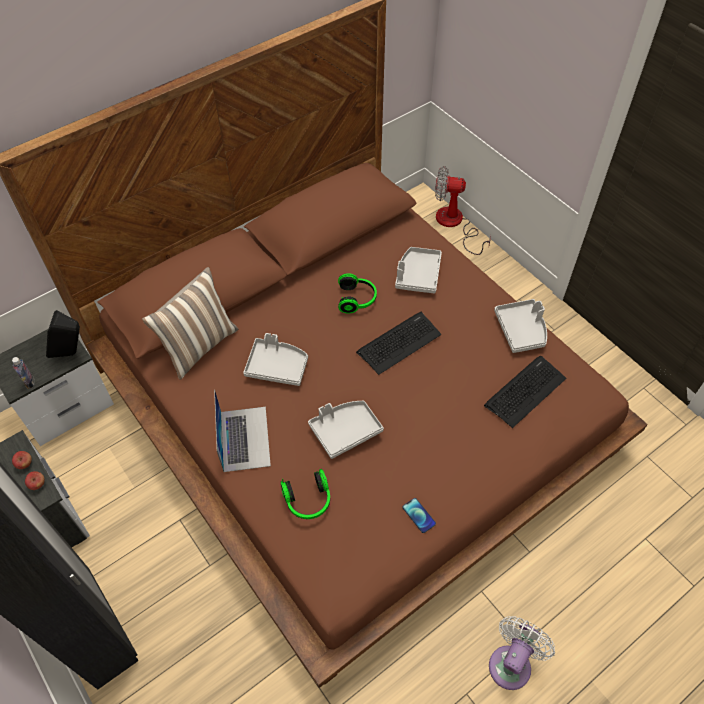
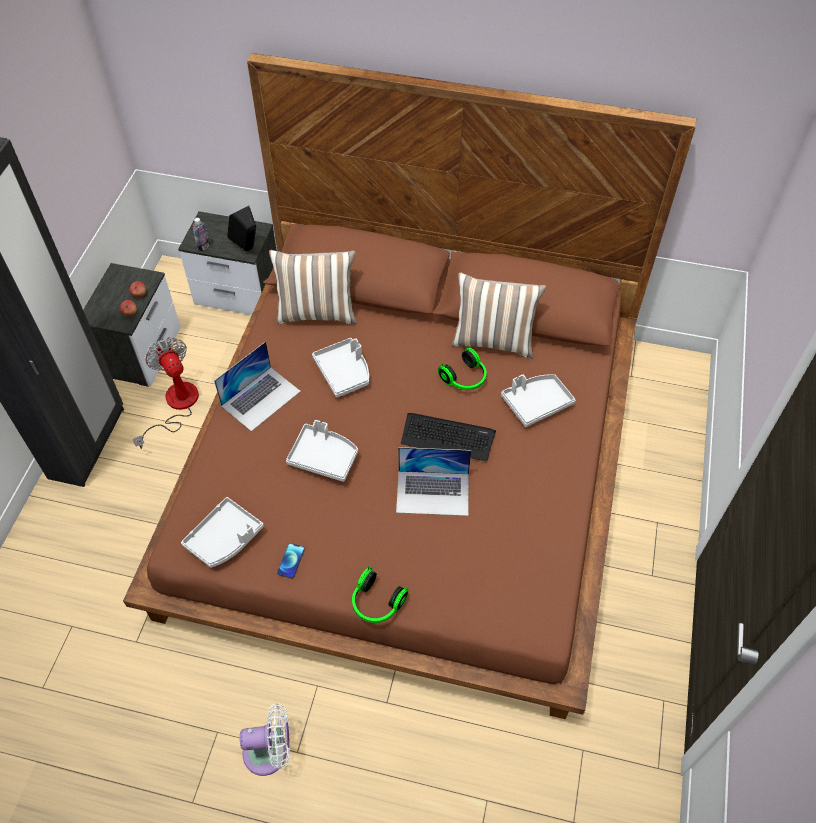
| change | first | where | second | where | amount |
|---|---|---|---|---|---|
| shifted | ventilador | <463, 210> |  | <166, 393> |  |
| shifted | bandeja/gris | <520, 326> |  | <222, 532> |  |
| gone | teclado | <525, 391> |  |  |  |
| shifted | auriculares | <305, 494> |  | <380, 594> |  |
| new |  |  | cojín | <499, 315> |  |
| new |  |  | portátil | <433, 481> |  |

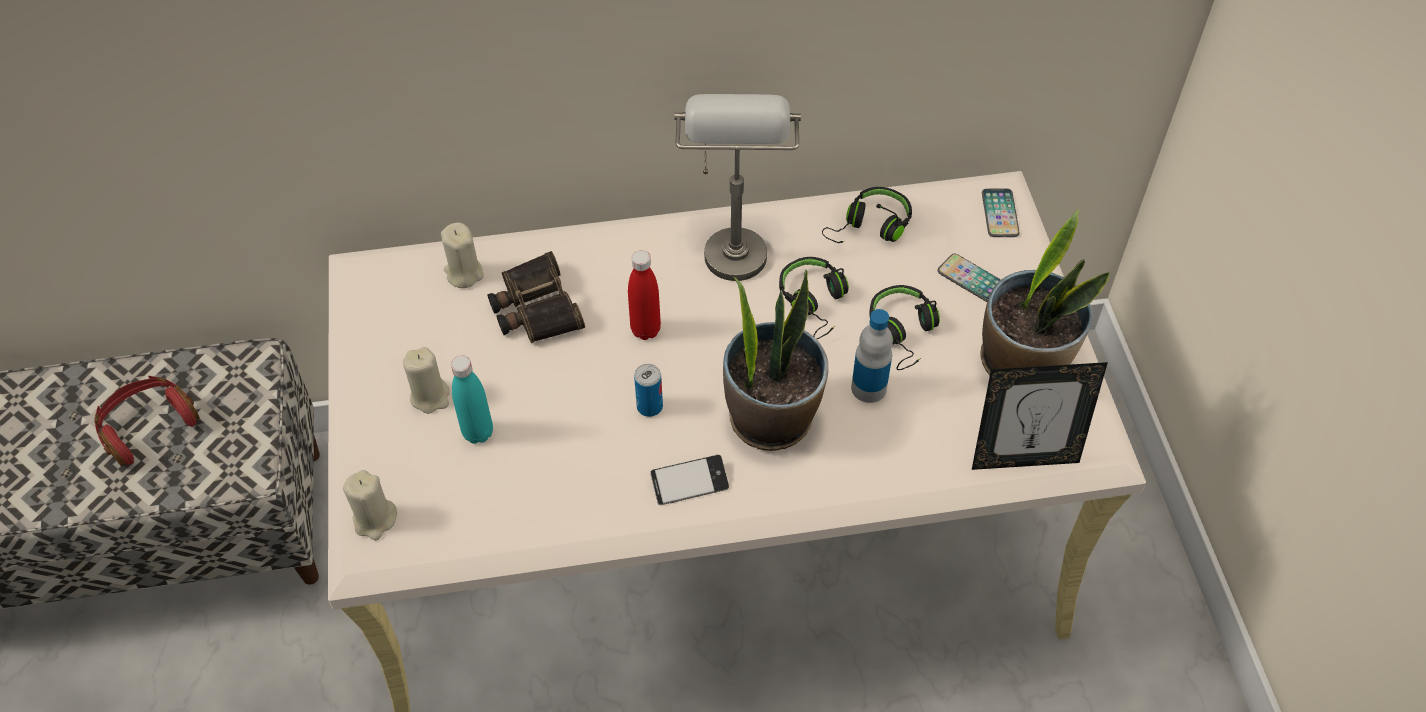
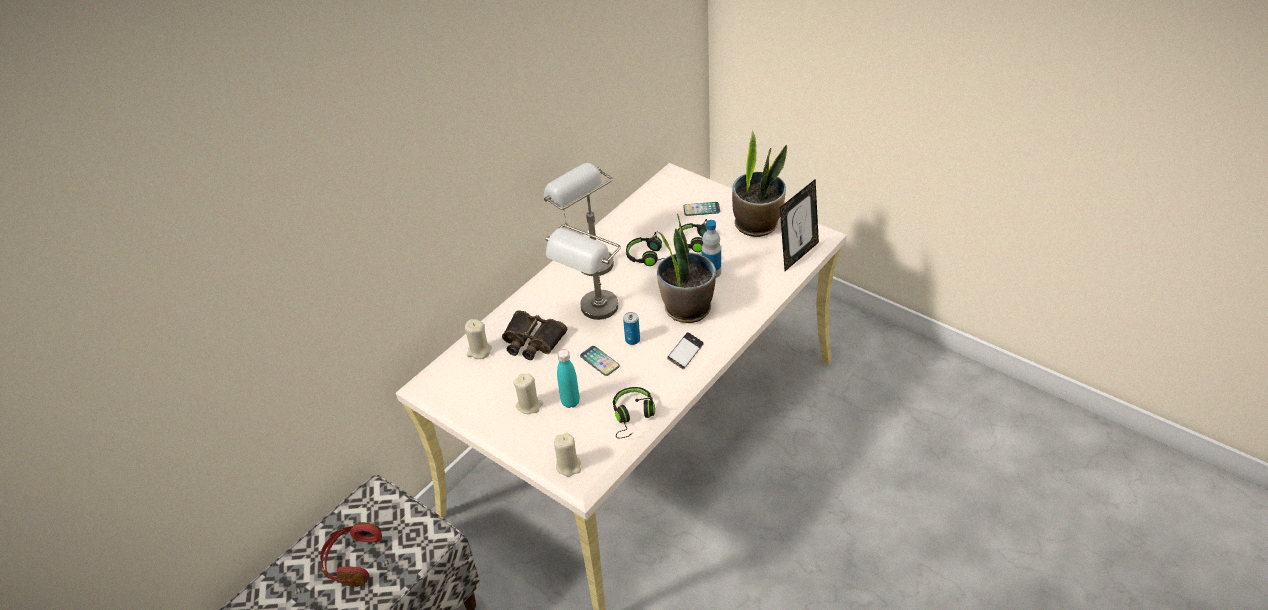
| change | first | where | second | where | amount |
|---|---|---|---|---|---|
| shifted | auriculares/negro | <867, 215> |  | <634, 412> |  |
| shifted | móvil | <1001, 213> |  | <600, 361> |  |
| swapped | botella/rojo | <644, 295> | lámpara de mesa/gris | <583, 272> |  |

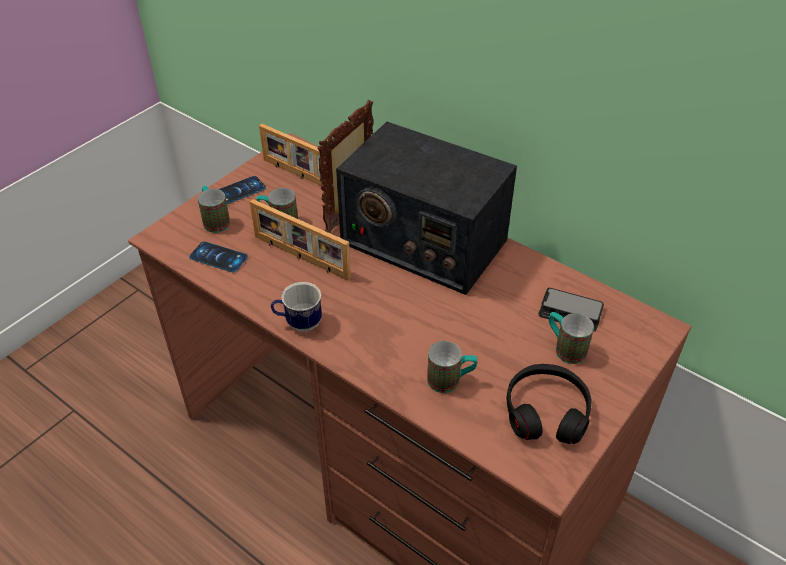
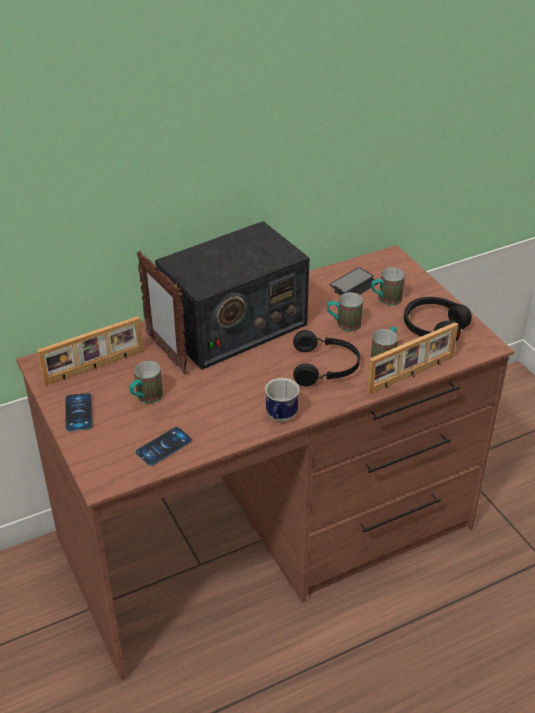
| change | first | where | second | where | amount |
|---|---|---|---|---|---|
| shifted | taza grande | <214, 209> |  | <345, 312> |  |
| shifted | portarretratos | <300, 239> |  | <412, 358> |  |
| new |  |  | auriculares/negro | <326, 358> |  |

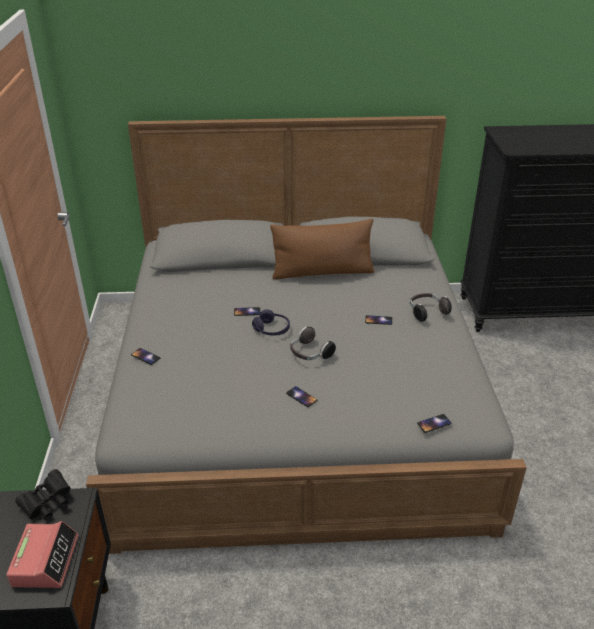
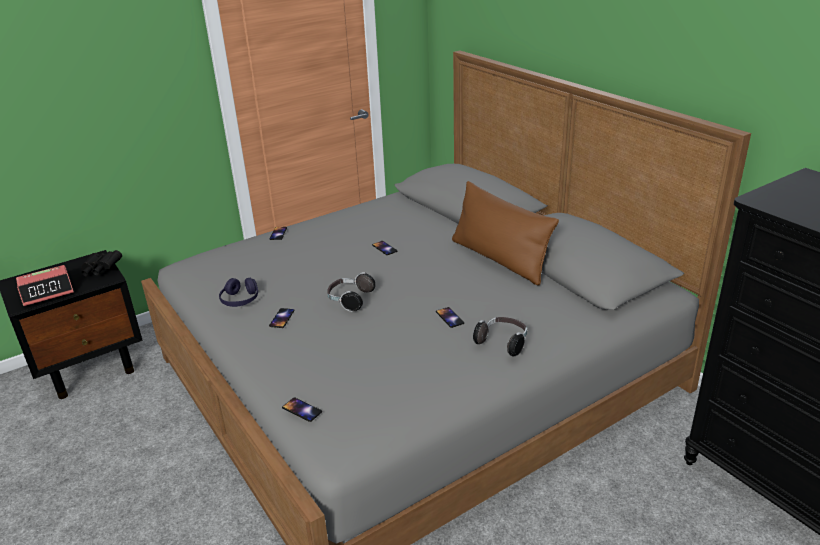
| change | first | where | second | where | amount |
|---|---|---|---|---|---|
| shifted | auriculares/morado | <271, 322> |  | <238, 292> |  |

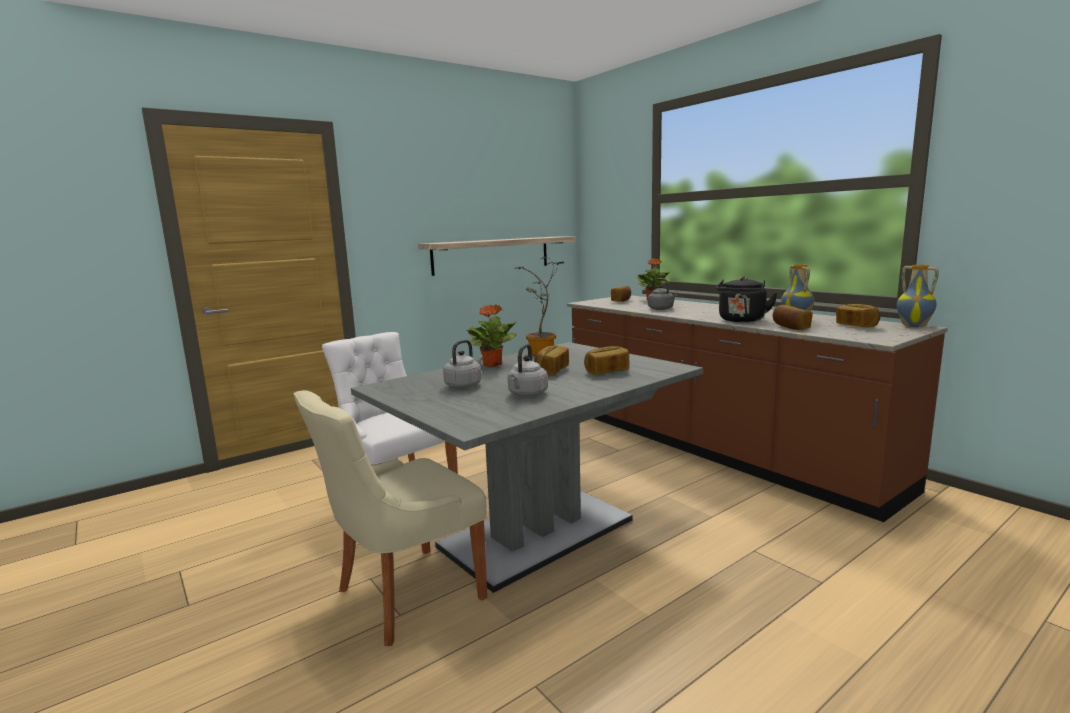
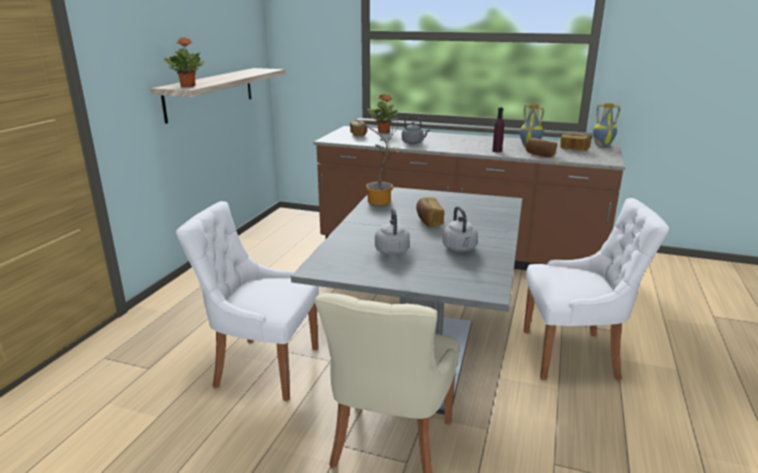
| change | first | where | second | where | amount |
|---|---|---|---|---|---|
| swapped | hervidor/negro | <747, 299> | botella/morado | <498, 129> |  |
| shifted | planta en maceta | <491, 335> |  | <184, 62> |  |
| gone | pan | <606, 360> |  |  |  |
| new |  |  | silla/blanco | <596, 289> |  |

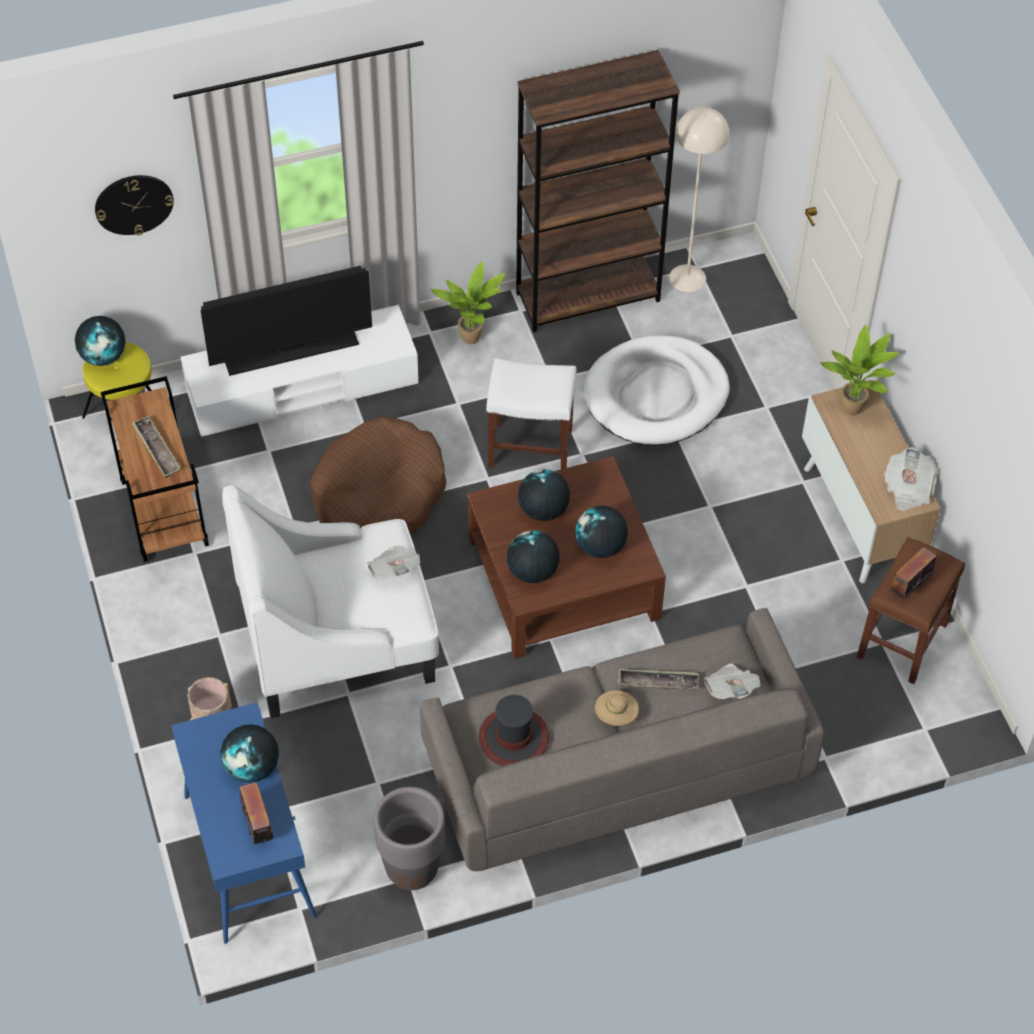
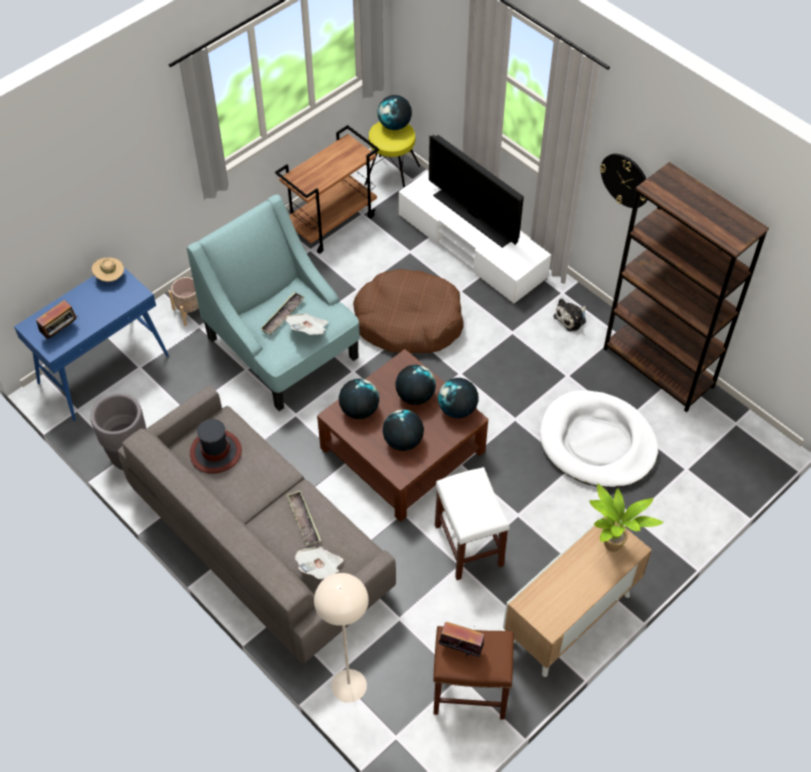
| change | first | where | second | where | amount |
|---|---|---|---|---|---|
| shifted | lámpara de pie/beis | <699, 199> |  | <341, 638> |  |
| shifted | reloj de pared | <134, 205> |  | <623, 180> |  |
| swapped | planta en maceta | <468, 302> | peluche | <570, 314> |  |
| shifted | taburete/blanco | <531, 413> |  | <472, 523> |  |
| shifted | bandeja | <156, 447> |  | <282, 313> |  |
| gone | periódico | <911, 479> |  |  |  |
| repainted | sillón/blanco | <330, 601> | sillón/turquesa | <273, 302> |  |
| shifted | sombrero/beis | <617, 708> |  | <108, 270> |  |
| shifted | globo terráqueo | <250, 753> |  | <458, 398> |  |

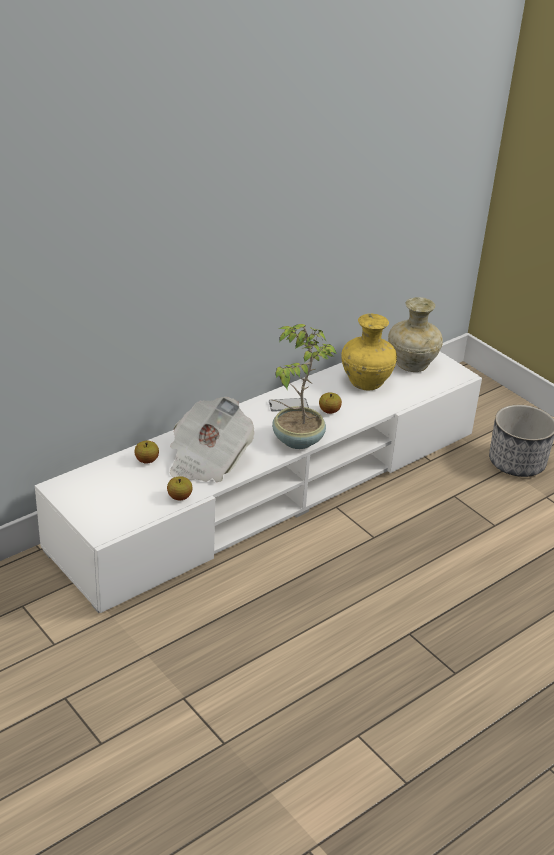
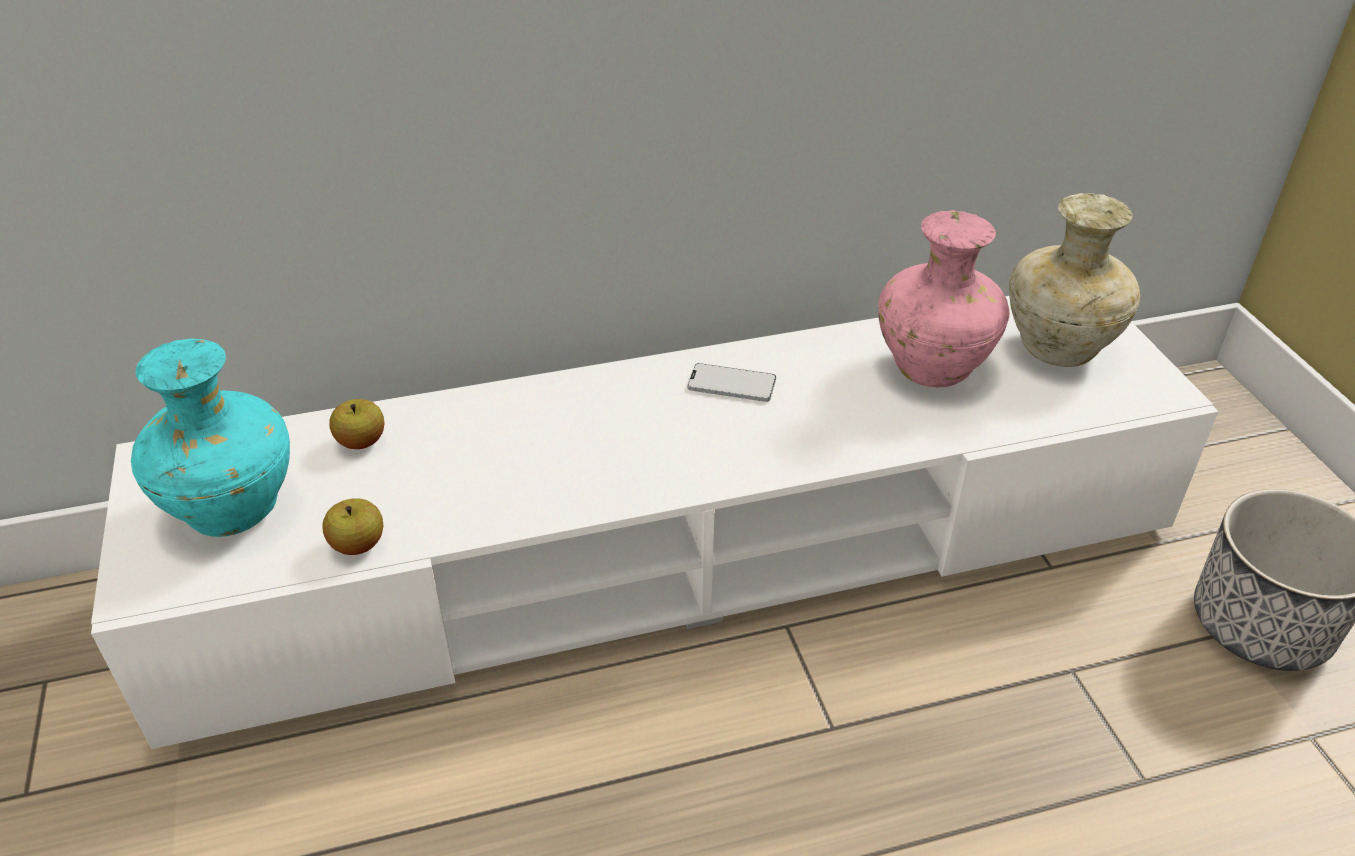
| change | first | where | second | where | amount |
|---|---|---|---|---|---|
| repainted | florero/amarillo | <369, 351> | florero/rosa | <944, 298> |  |
| gone | planta en maceta | <305, 386> |  |  |  |
| gone | manzana | <330, 403> |  |  |  |
| gone | periódico | <212, 439> |  |  |  |
| new |  |  | florero/turquesa | <210, 438> |  |

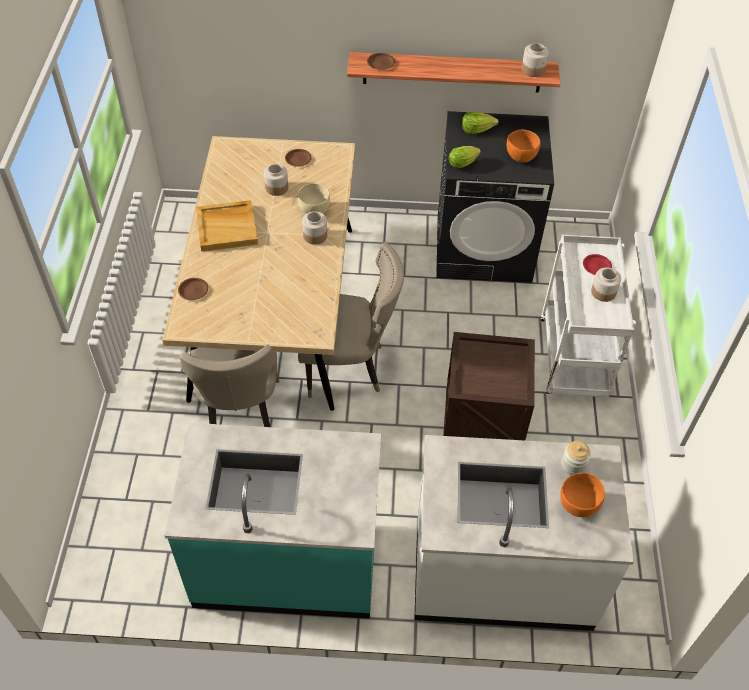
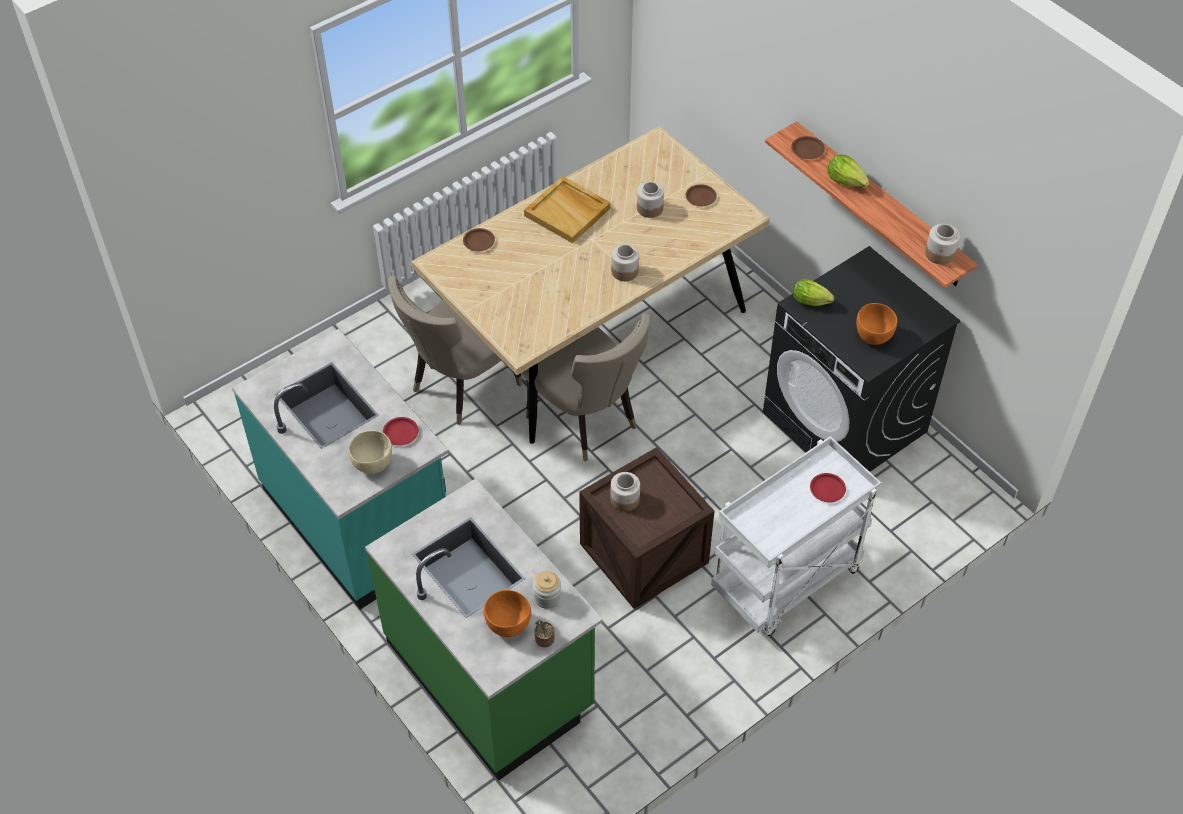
| change | first | where | second | where | amount |
|---|---|---|---|---|---|
| shifted | lechuga | <480, 122> |  | <848, 171> |  |
| shifted | cuenco/beis | <313, 198> |  | <370, 452> |  |
| shifted | tarro | <606, 284> |  | <625, 491> |  |
| repainted | mueble bajo de cocina/blanco | <524, 533> | mueble bajo de cocina/verde | <484, 629> |  |
| new |  |  | plato/rojo | <400, 431> |  |
| new |  |  | planta en maceta | <544, 633> |  |

